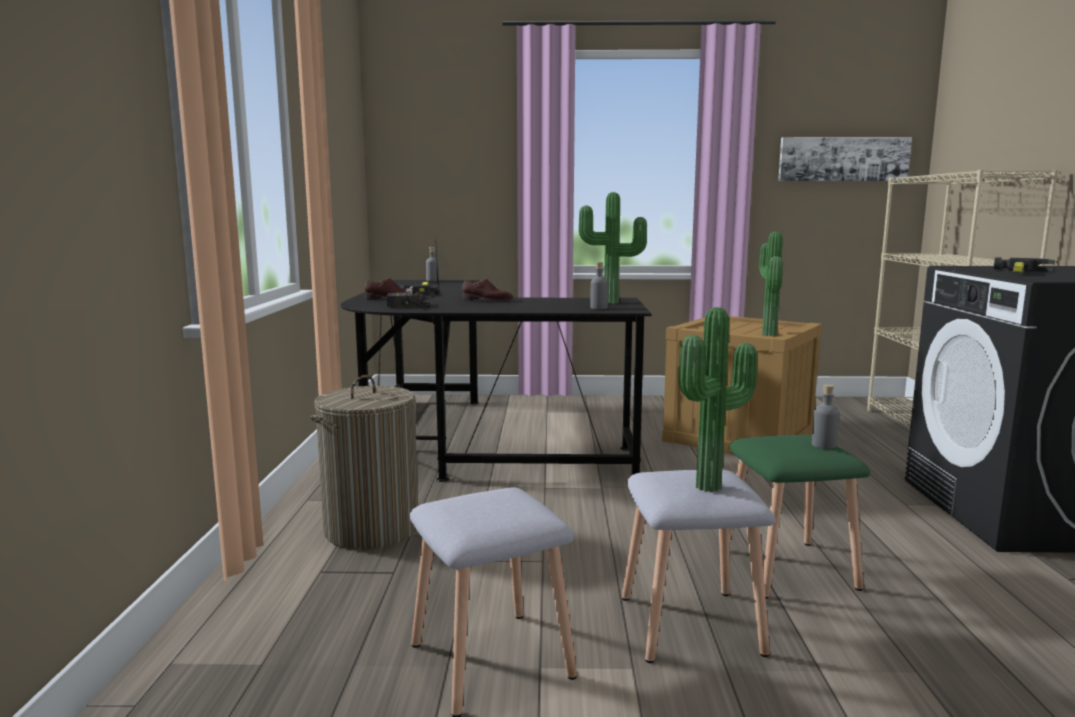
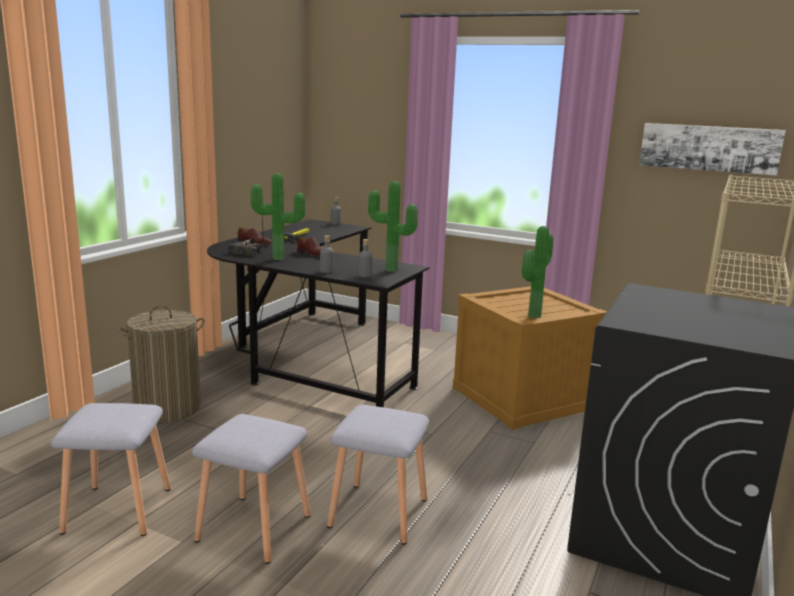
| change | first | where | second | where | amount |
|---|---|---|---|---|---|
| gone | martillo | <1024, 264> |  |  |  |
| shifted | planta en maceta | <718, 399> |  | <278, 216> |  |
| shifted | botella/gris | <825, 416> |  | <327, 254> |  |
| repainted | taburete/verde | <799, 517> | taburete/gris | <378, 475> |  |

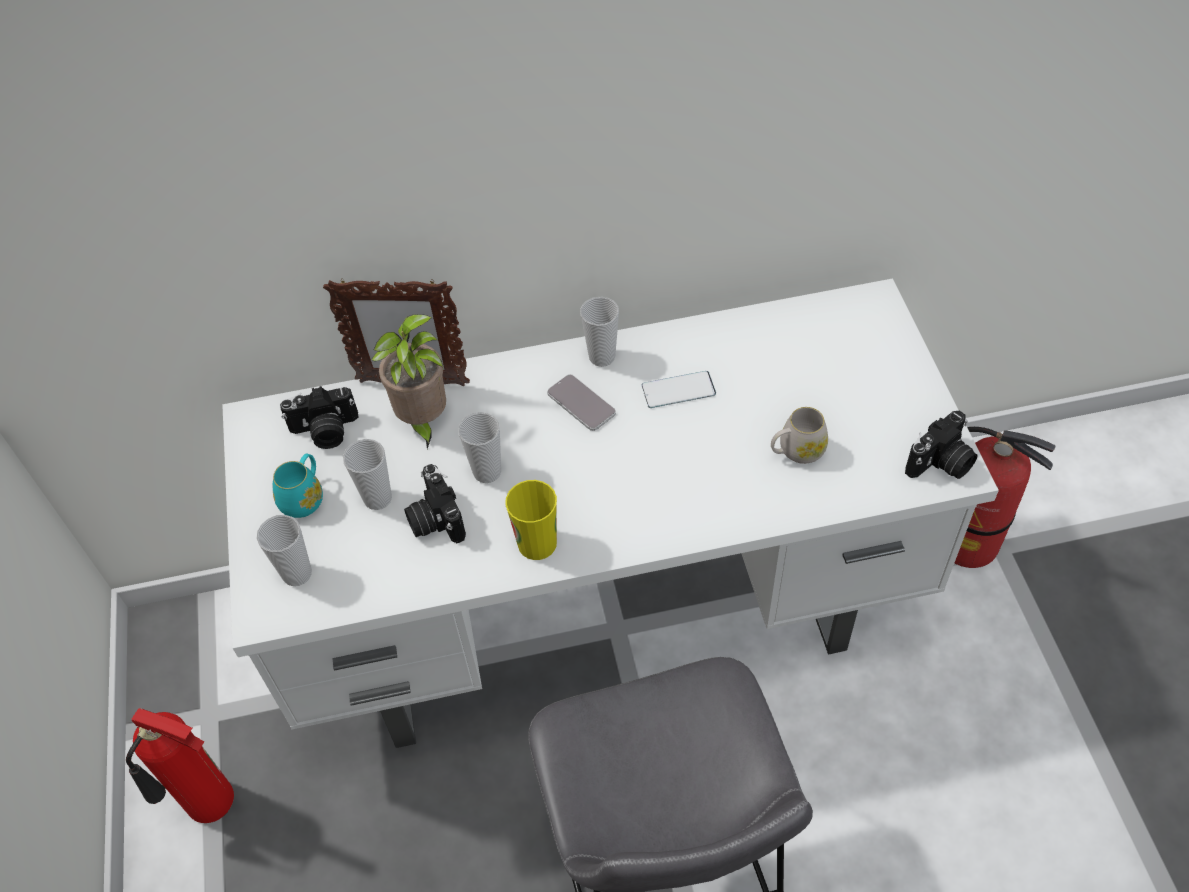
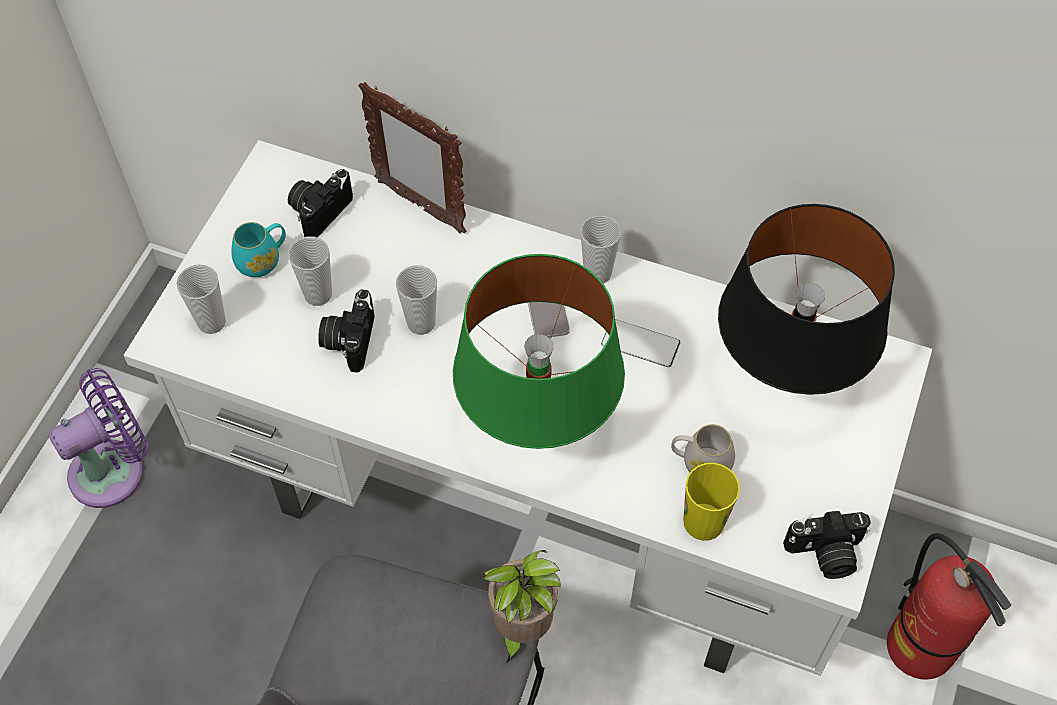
| change | first | where | second | where | amount |
|---|---|---|---|---|---|
| shifted | planta en maceta | <408, 381> |  | <521, 606> |  |
| rotated | cámara | <319, 417> |  | <320, 203> | 105 degrees clockwise |
| shifted | taza | <531, 520> |  | <711, 502> |  |
| swapped | extintor | <180, 765> | ventilador/morado | <98, 438> |  |
| new |  |  | lámpara de mesa/negro | <806, 299> |  |
| new |  |  | lámpara de mesa/verde | <539, 351> |  |

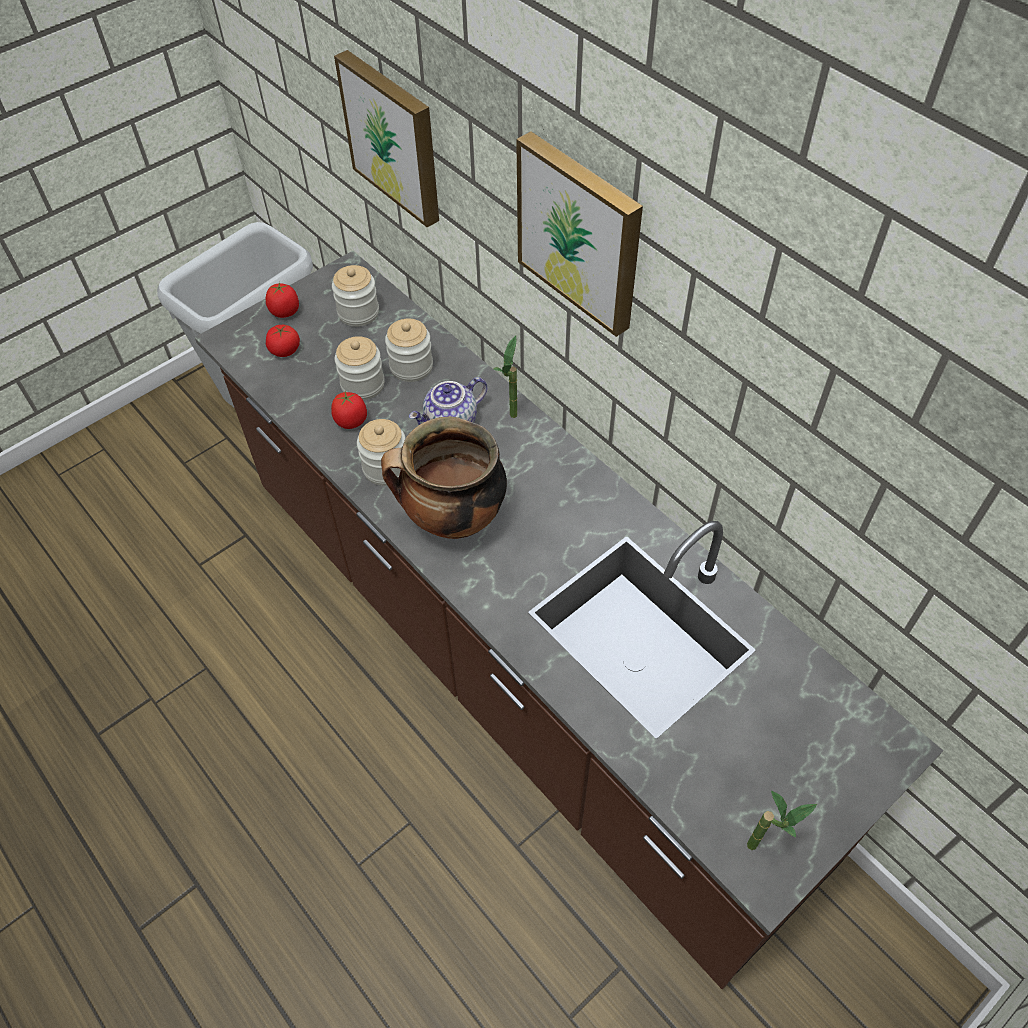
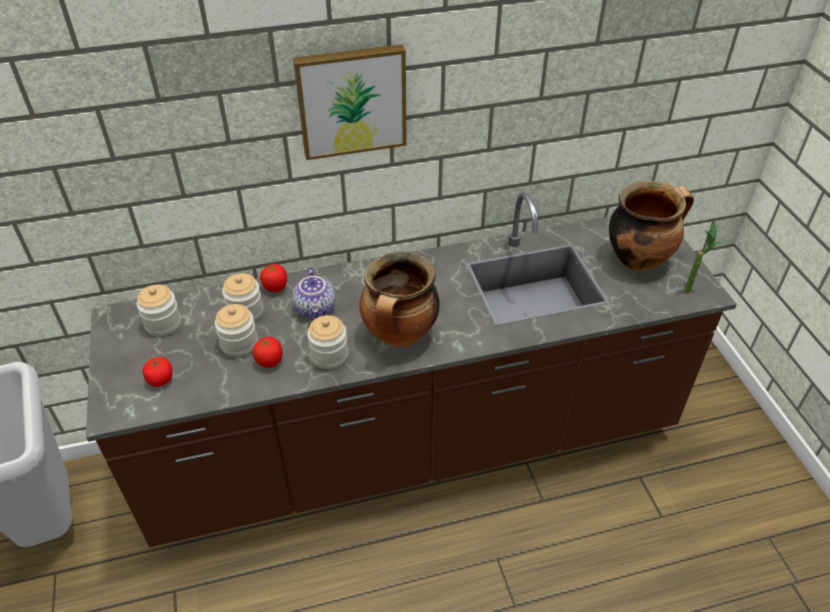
| change | first | where | second | where | amount |
|---|---|---|---|---|---|
| gone | cuadro | <386, 138> |  |  |  |
| shifted | tomate | <282, 300> |  | <273, 277> |  |
| gone | planta en maceta | <505, 376> |  |  |  |
| new |  |  | olla | <651, 226> |  |

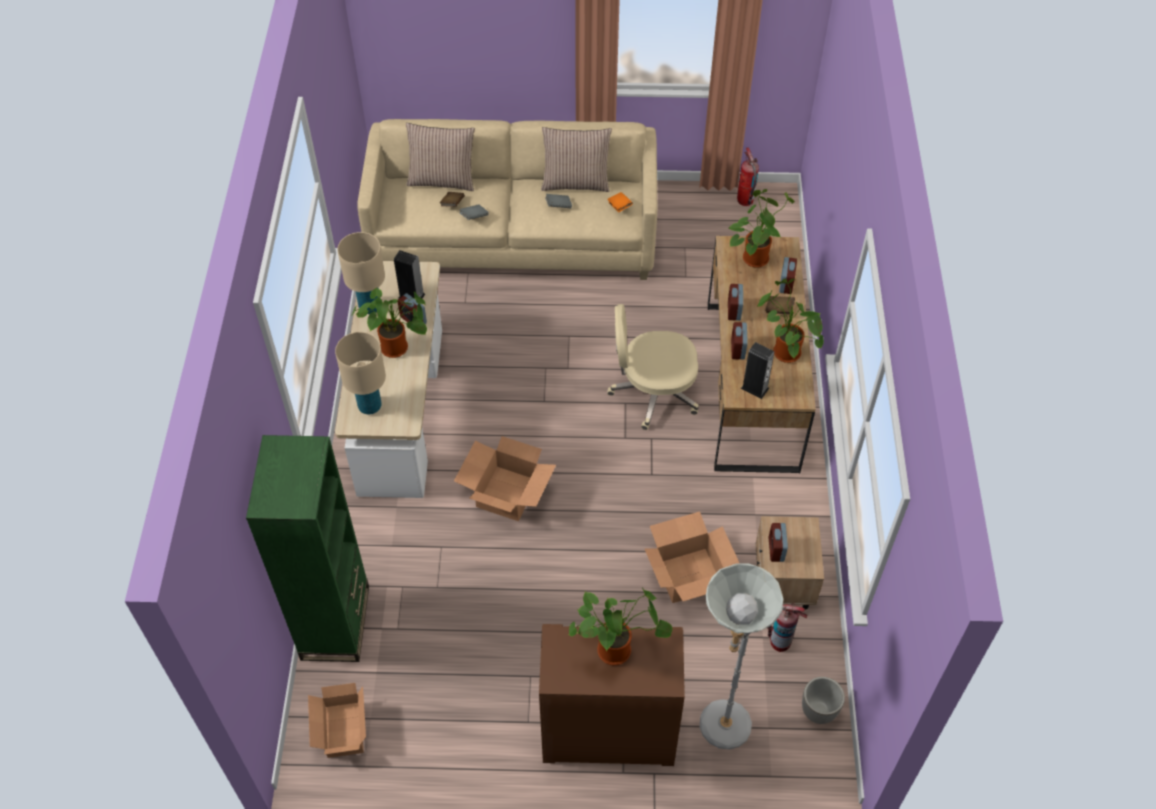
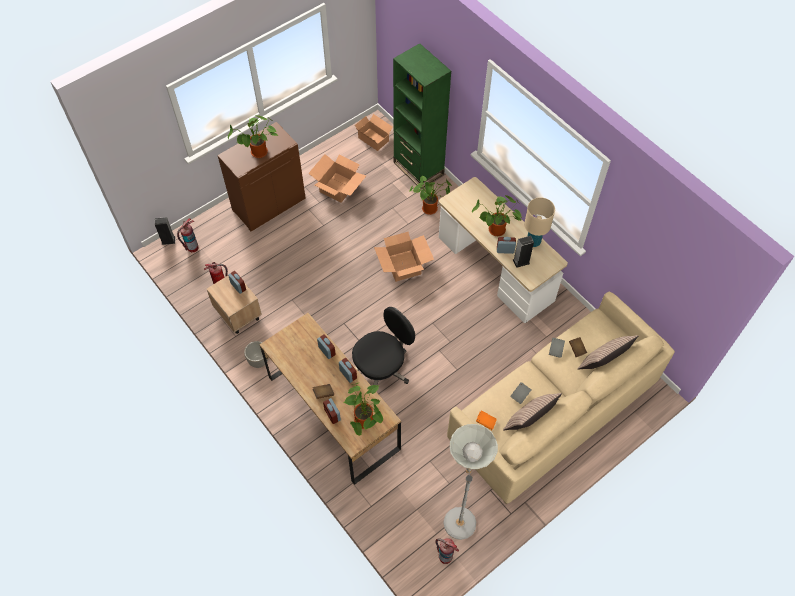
| change | first | where | second | where | amount |
|---|---|---|---|---|---|
| shifted | planta en maceta | <791, 320> |  | <431, 195> |  |
| repainted | silla de oficina/beis | <653, 367> | silla de oficina/negro | <383, 346> |  |
| gone | lámpara de mesa/beis | <360, 373> |  |  |  |
| shifted | altavoz | <758, 370> |  | <165, 231> |  |
| shifted | caja de cartón | <692, 557> |  | <337, 178> |  |
| shifted | lámpara de pie/gris | <741, 656> |  | <470, 482> |  |
| shifted | maceta | <823, 700> |  | <256, 354> |  |
| new |  |  | extintor | <187, 235> |  |

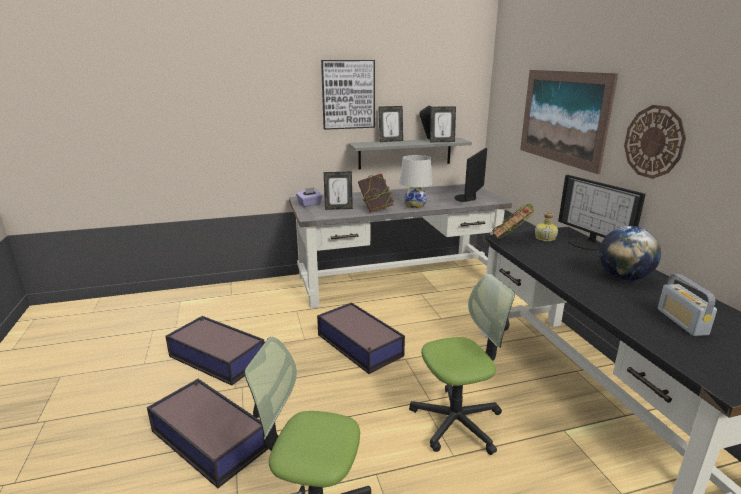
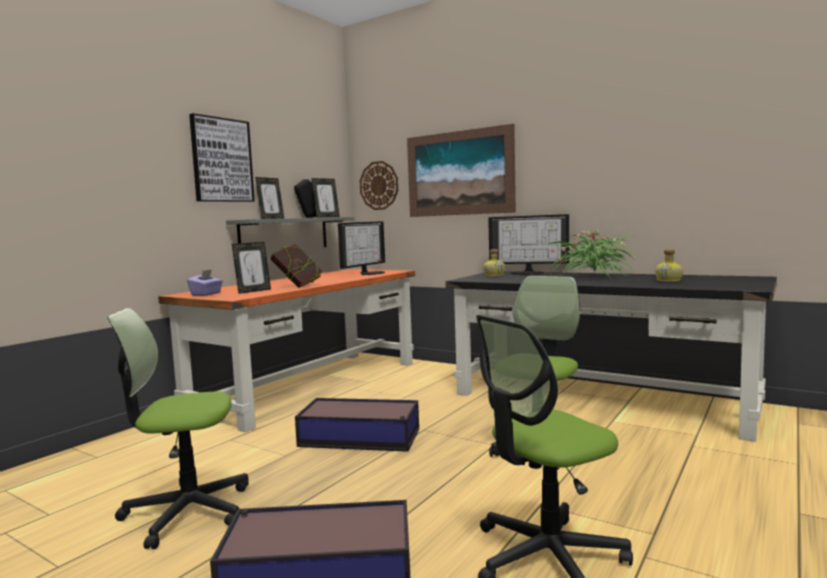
| change | first | where | second | where | amount |
|---|---|---|---|---|---|
| shifted | reloj de pared | <655, 142> |  | <379, 185> |  |
| rotated | monitor | <470, 175> |  | <361, 248> | 135 degrees counterclockwise |
| gone | lámpara de mesa/blanco | <416, 181> |  |  |  |
| repainted | escritorio/gris | <400, 246> | escritorio/naranja | <286, 350> |  |
| gone | libro | <513, 220> |  |  |  |
| swapped | globo terráqueo | <630, 253> | planta en maceta | <592, 254> |  |
| swapped | radio | <687, 305> | botella | <669, 265> |  |
| swapped | caja de almacenaje | <215, 351> | silla de oficina | <178, 428> |  |

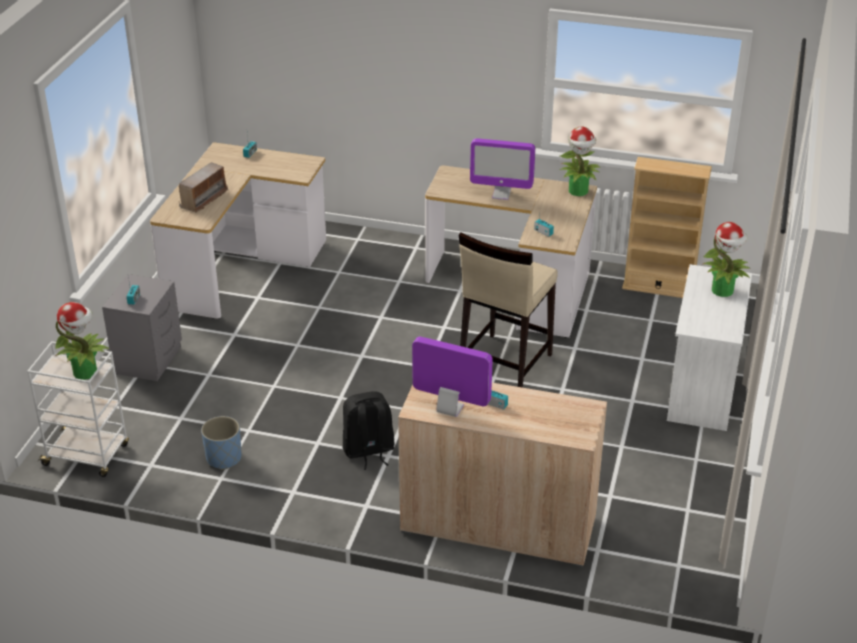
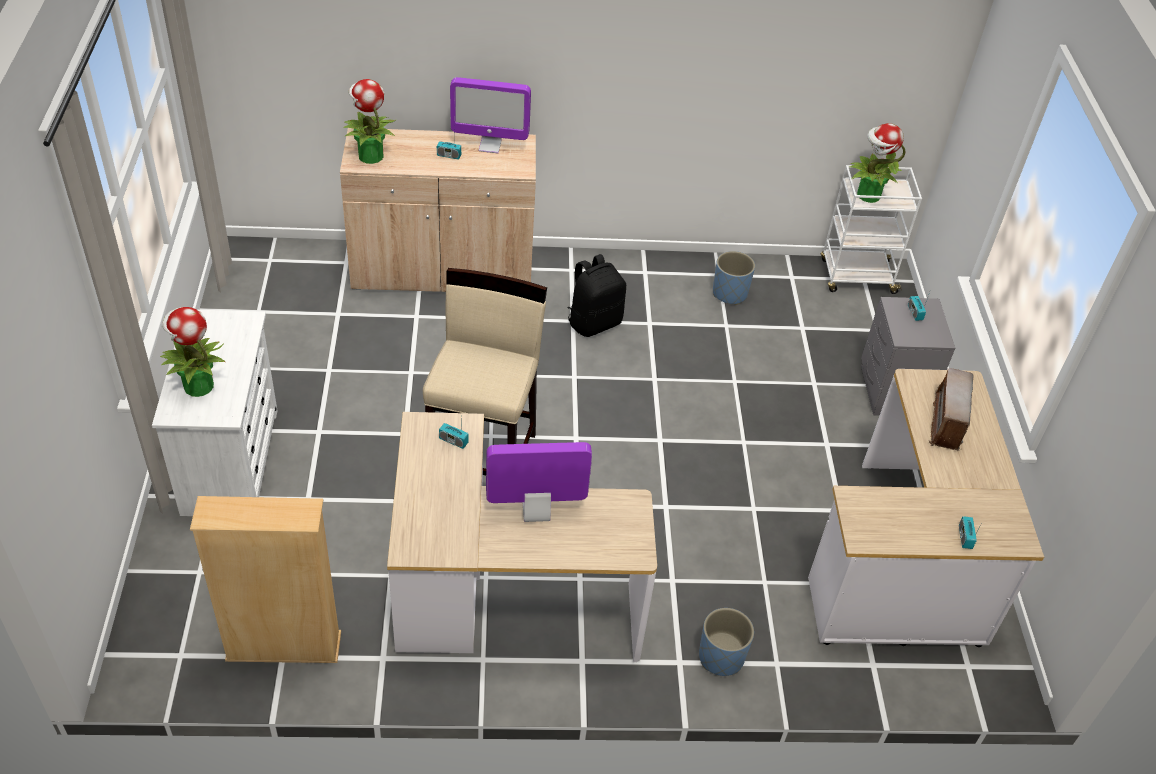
| change | first | where | second | where | amount |
|---|---|---|---|---|---|
| shifted | planta en maceta | <580, 161> |  | <369, 121> |  |
| new |  |  | maceta/azul | <726, 642> |  |

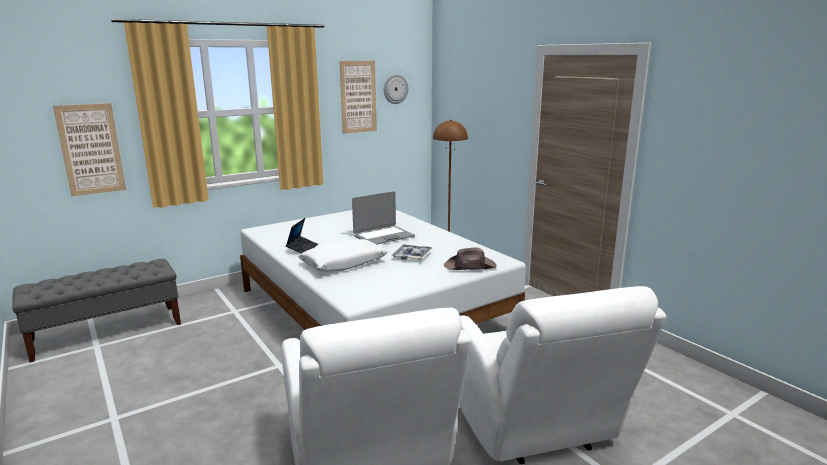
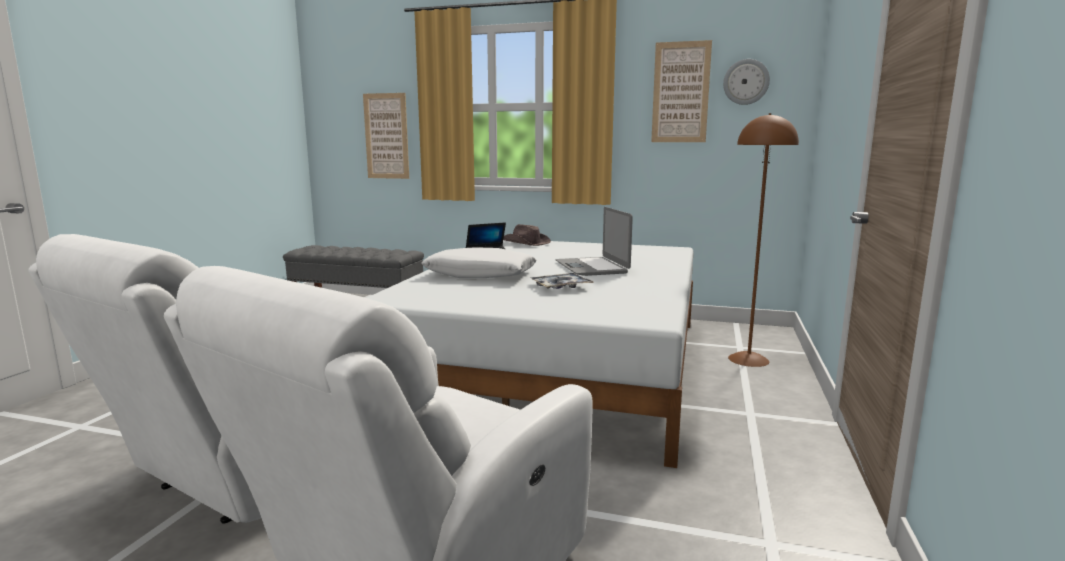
| change | first | where | second | where | amount |
|---|---|---|---|---|---|
| rotated | portátil | <383, 218> |  | <594, 241> | 60 degrees clockwise |
| shifted | sombrero/marrón | <470, 259> |  | <527, 235> |  |

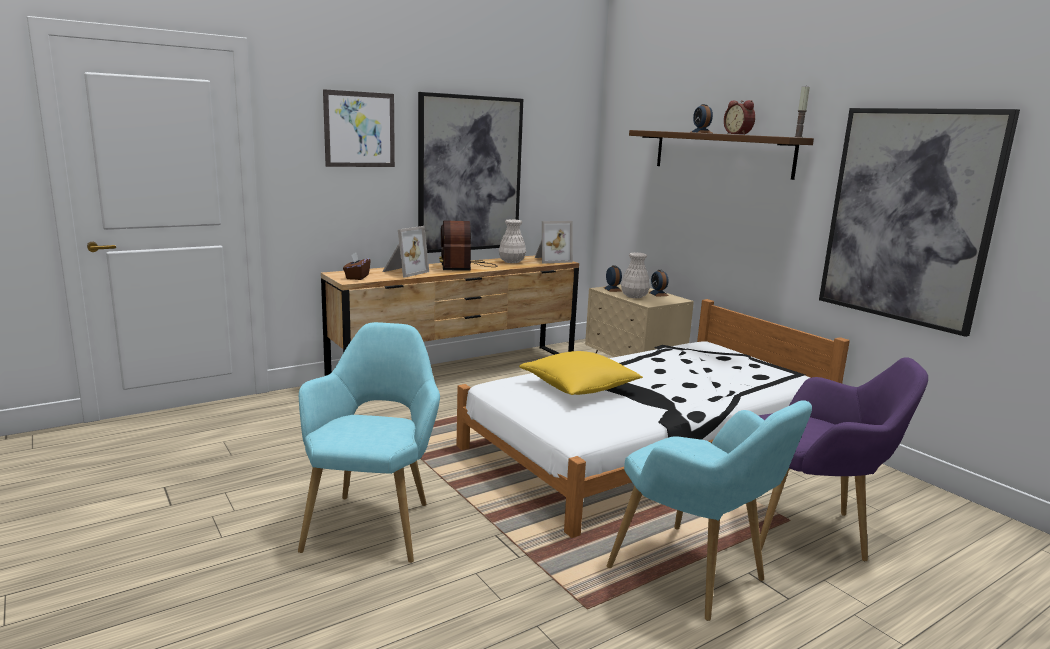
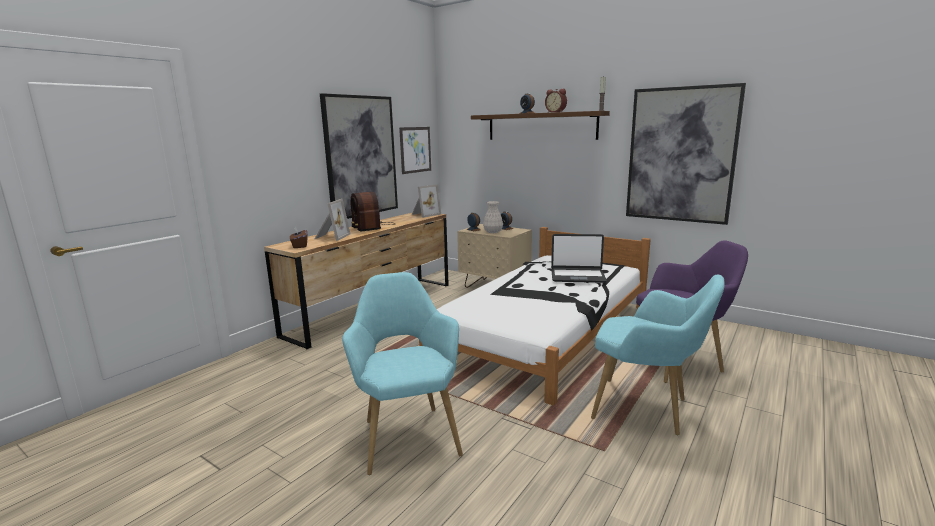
| change | first | where | second | where | amount |
|---|---|---|---|---|---|
| shifted | cuadro | <359, 128> |  | <415, 150> |  |
| gone | florero/blanco | <512, 241> |  |  |  |
| gone | cojín/amarillo | <581, 373> |  |  |  |
| new |  |  | portátil | <579, 258> |  |

